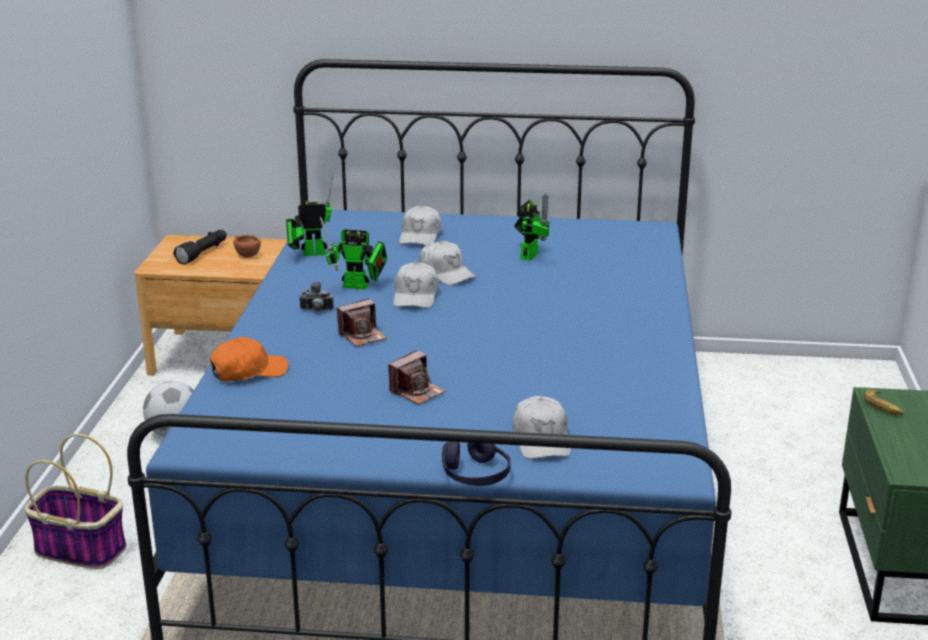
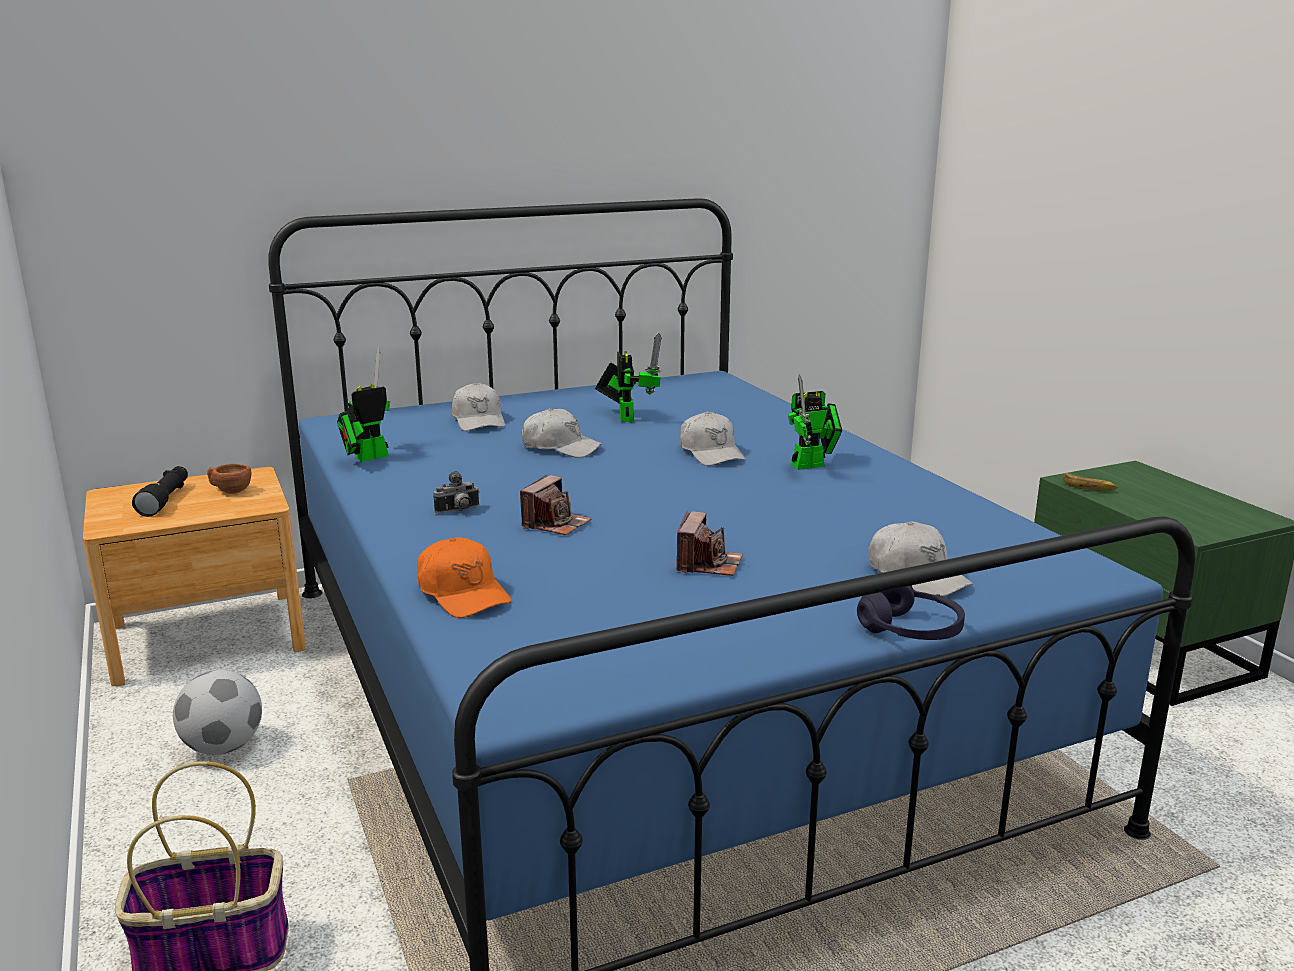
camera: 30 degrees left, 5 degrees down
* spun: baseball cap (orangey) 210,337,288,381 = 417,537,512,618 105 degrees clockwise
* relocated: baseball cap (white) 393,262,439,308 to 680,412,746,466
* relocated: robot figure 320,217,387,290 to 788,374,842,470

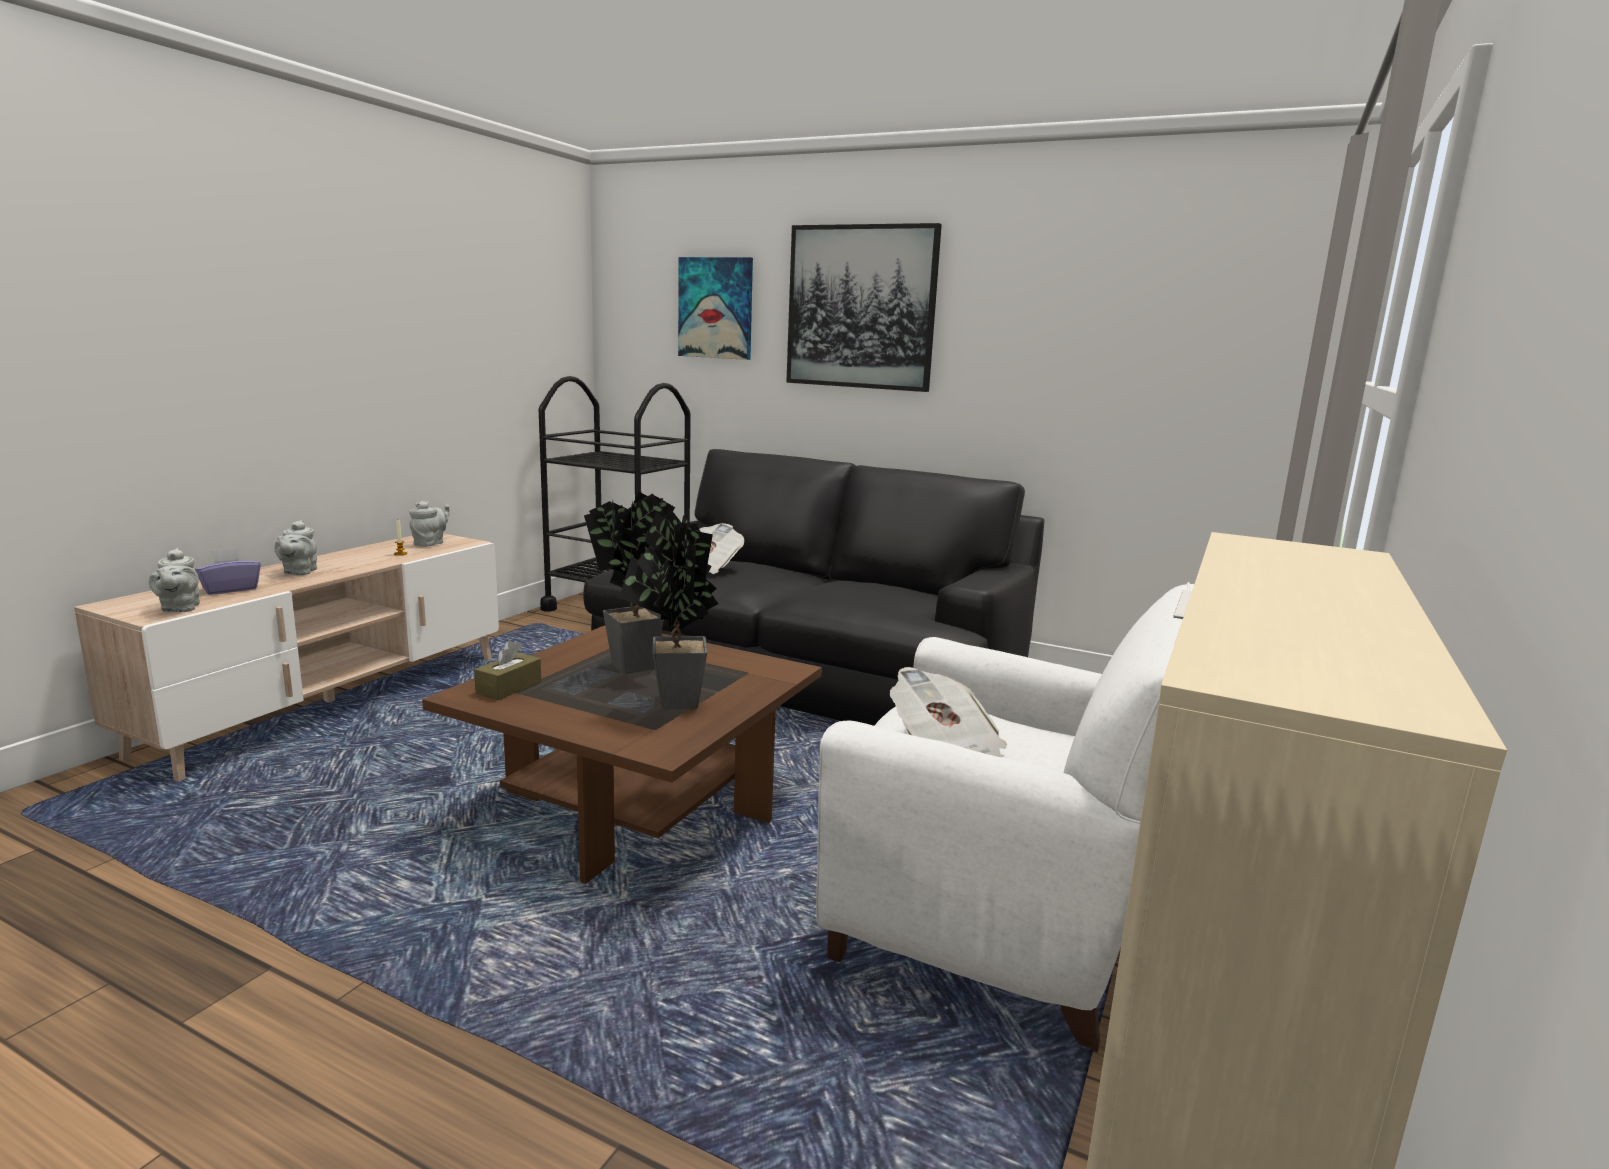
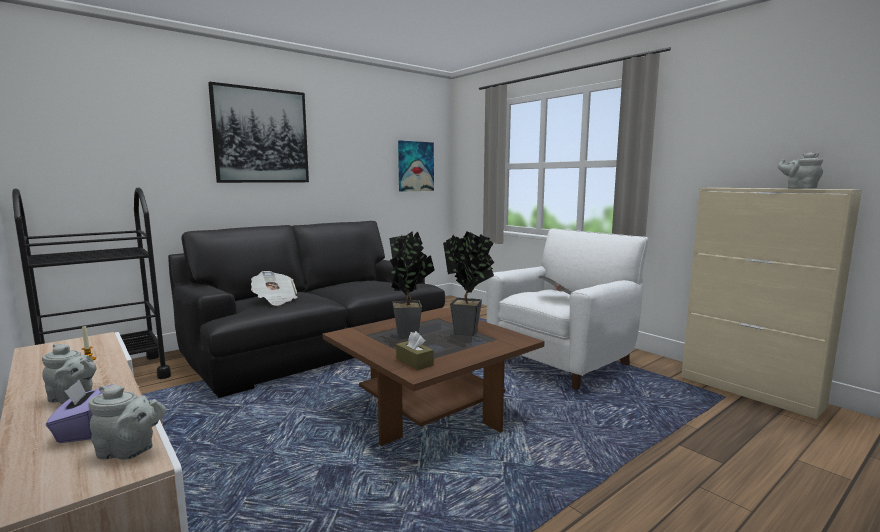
camera: 65 degrees left, 5 degrees down
* relocated: wall picture 678,257,753,360 to 398,140,434,191
* relocated: teapot (gray) 409,501,450,547 to 778,152,823,189

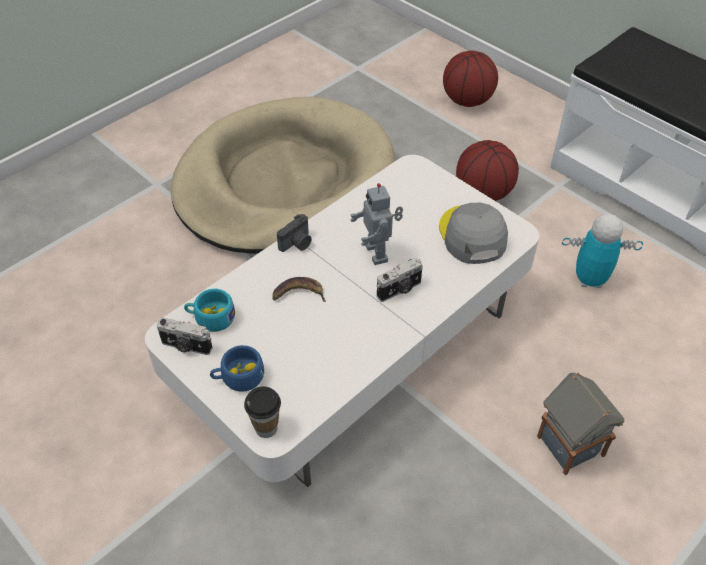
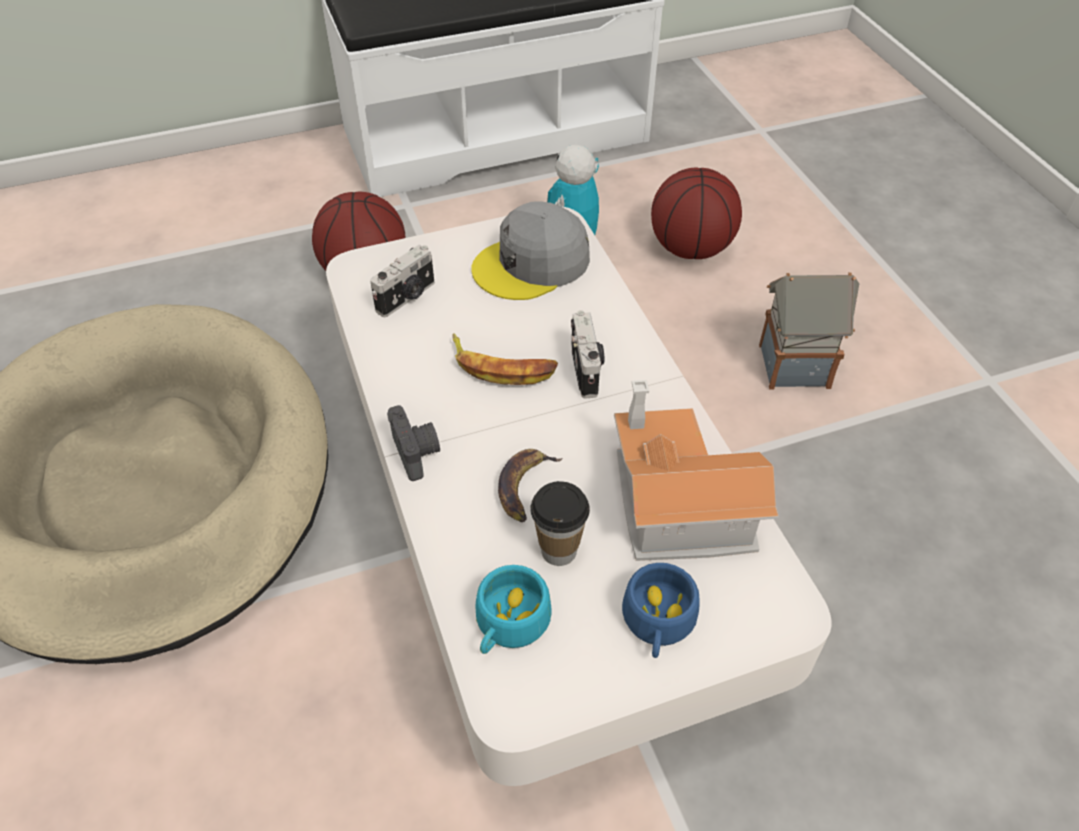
camera: 65 degrees left, 0 degrees up
* relocated: still camera 157,318,213,355 to 370,245,434,317
* exchanged: robot figure 351,183,403,265 to banana fruit 452,333,558,385
* spun: baseball cap (gray) 439,203,508,264 = 471,202,590,300 45 degrees counterclockwise
* relocated: drinking cup 244,386,281,438 to 530,481,590,566
* appeared: model house 614,380,779,561
* relocated: basketball ball 443,50,498,107 to 651,168,742,259

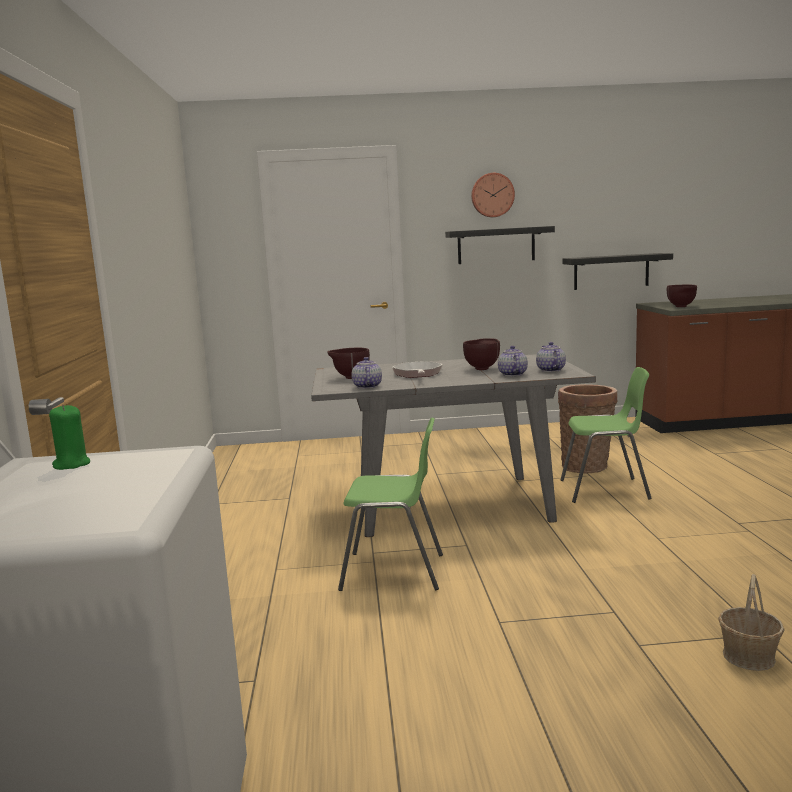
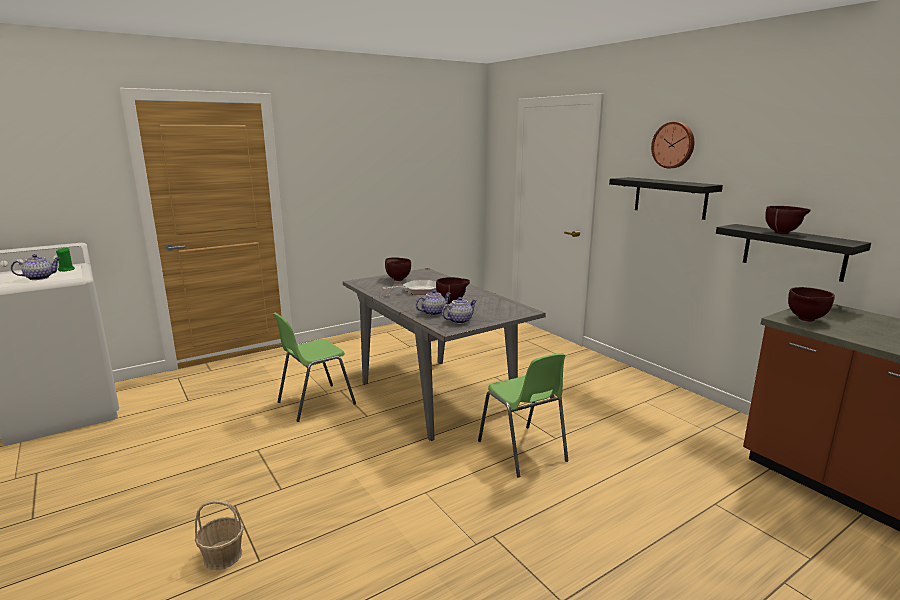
camera: 60 degrees right, 5 degrees up
* relocated: teapot 352,357,382,389 to 11,254,61,280
* spun: upright chair (greenish) 338,417,443,591 = 273,313,356,422 75 degrees clockwise
* appeared: deep dish (brown-coloured) 765,206,811,234
* missing: household basket 558,384,617,473

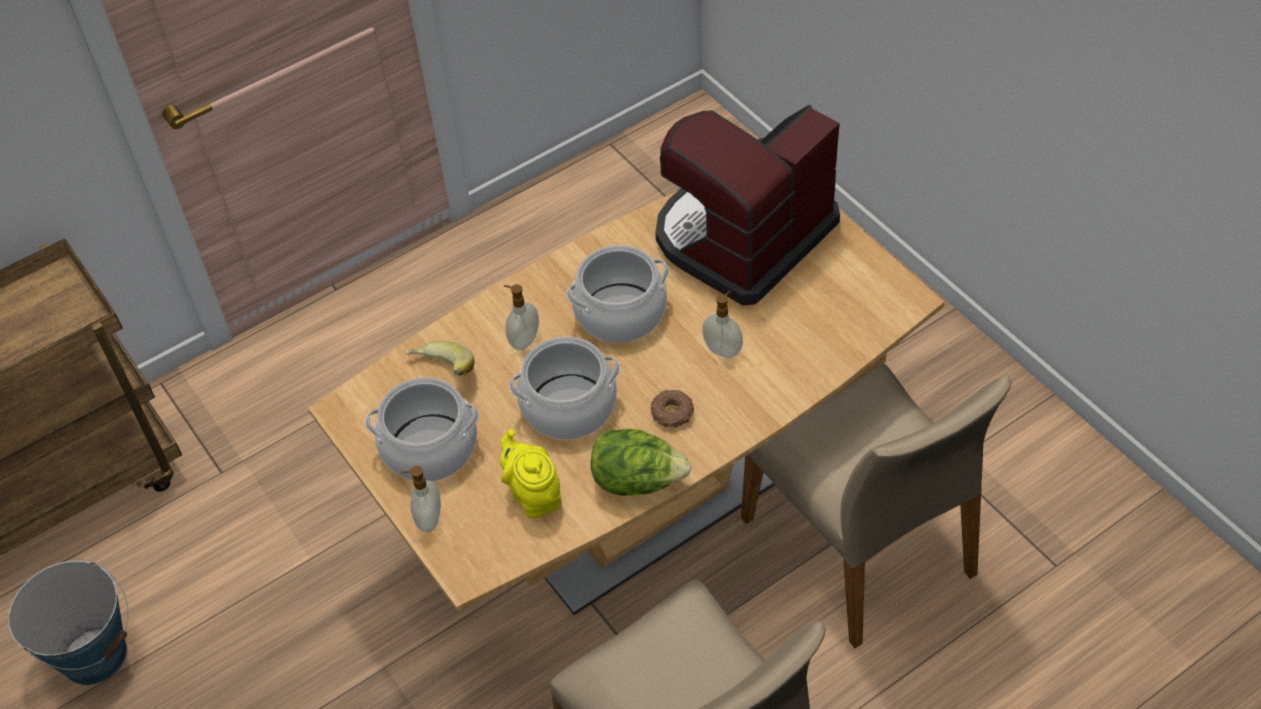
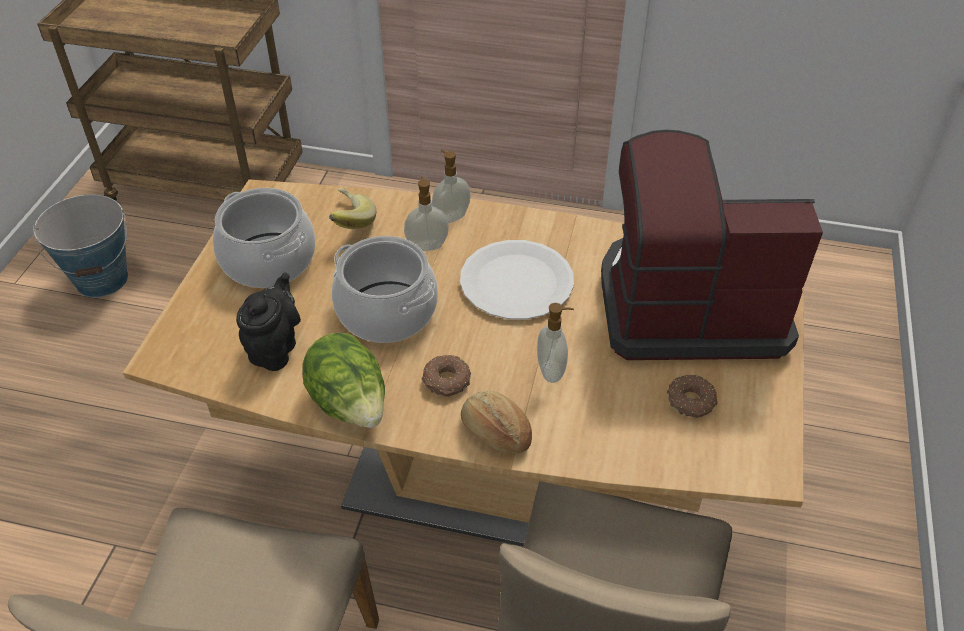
camera: 45 degrees right, 5 degrees down
* colour: teapot (yellow) 500,429,561,519 to teapot (black-coloured) 236,273,301,371
* relocated: liquid soap bottle 400,466,441,532 to 432,150,471,224
* exchanged: saucepot 566,245,669,343 to dinner plate (white) 460,240,574,320
* appeared: baked bread 461,391,532,453
* appeared: ring doughnut 667,374,718,418

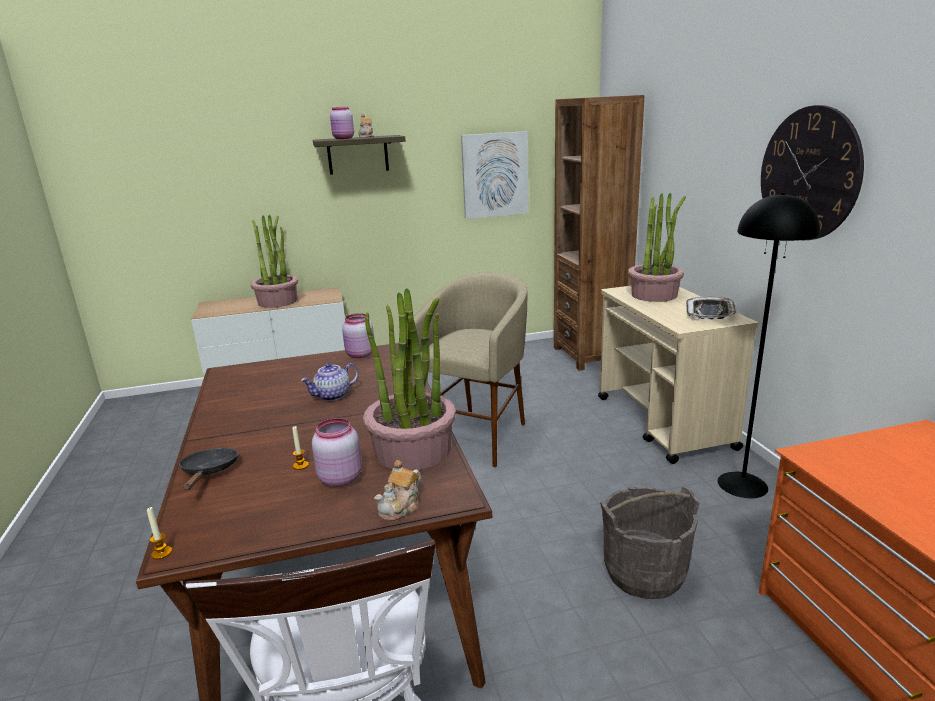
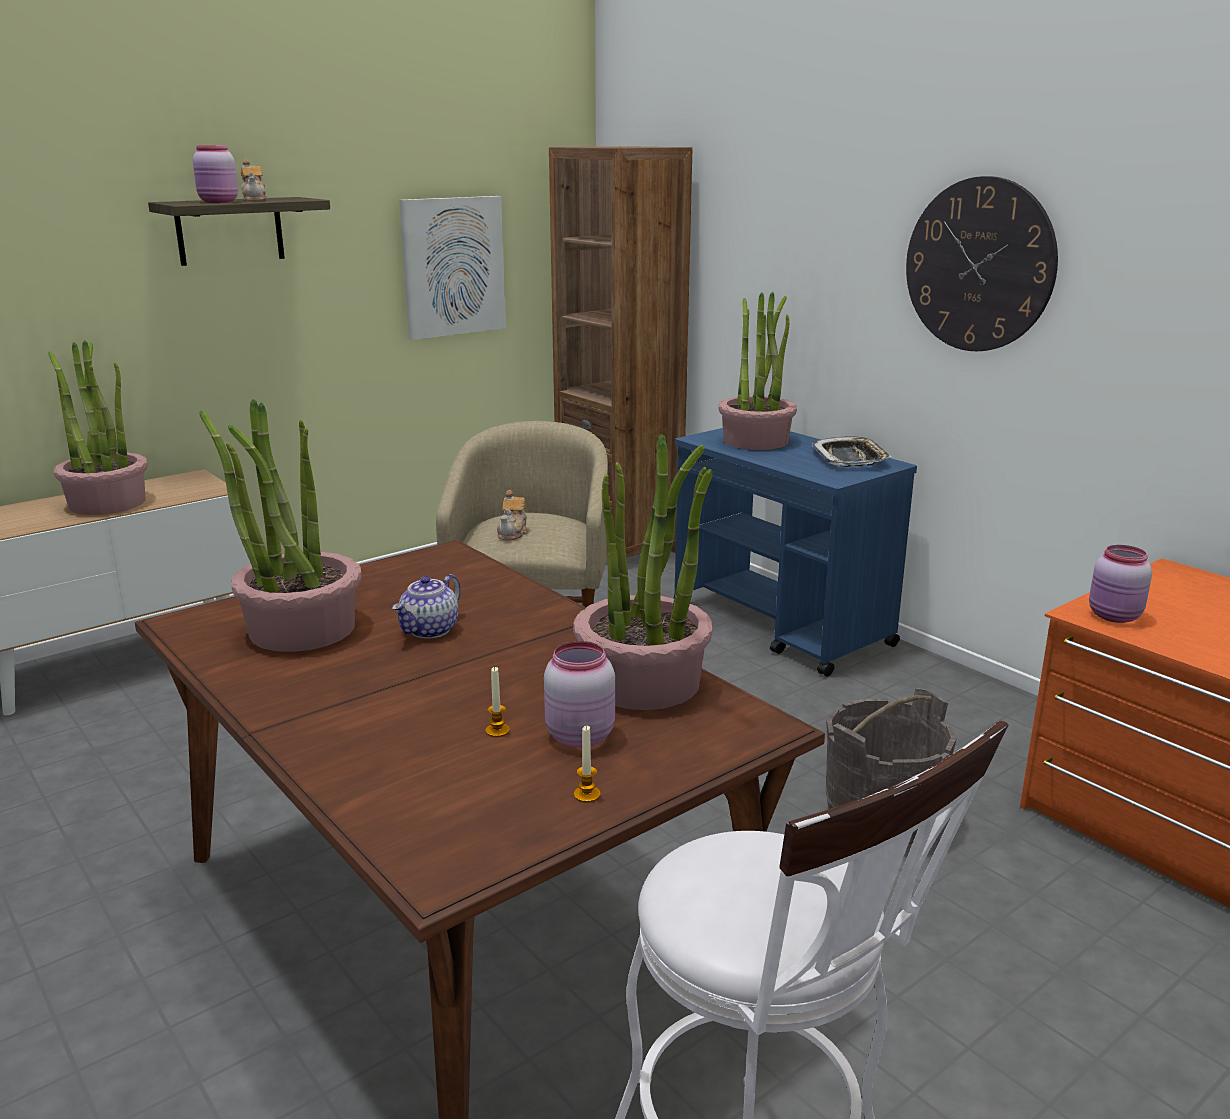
camera: 25 degrees left, 0 degrees up
* appeared: houseplant 199,399,362,652
* relocated: teapot 374,460,421,521 to 497,490,528,540
* relocated: wax light 147,507,172,559 to 574,726,601,803
* colour: cart (beige) 598,286,758,464 to cart (bluish) 673,428,917,677
* relocated: jar (pink-coloured) 342,313,374,358 to 1089,545,1152,623
* missing: pan (black-coloured) 179,448,238,490
* missing: standard lamp (black-coloured) 718,192,820,498

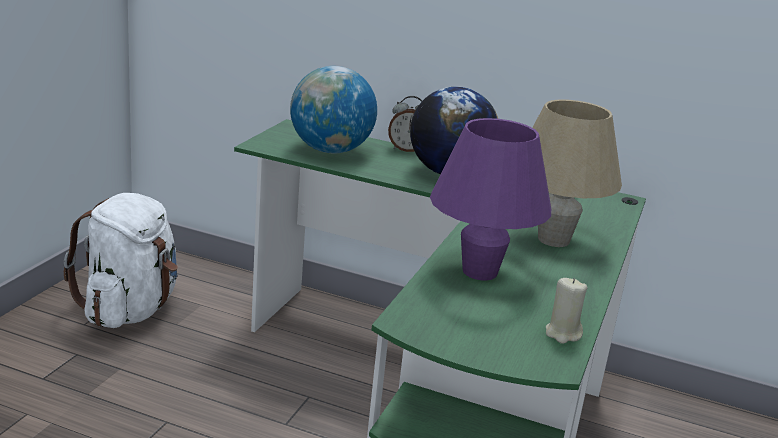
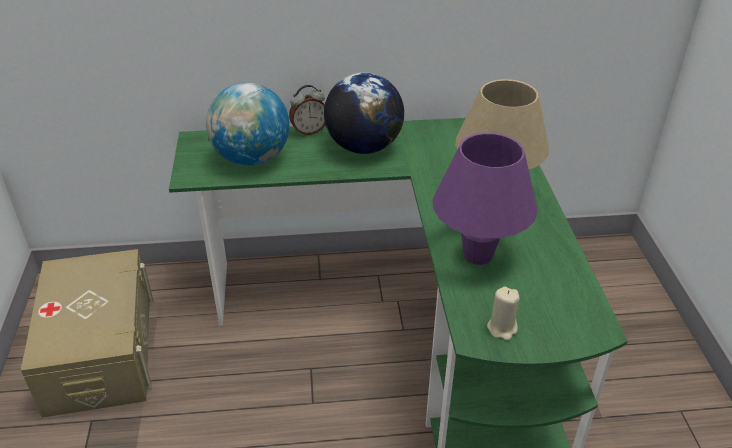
camera: 25 degrees left, 15 degrees up
* exchanged: rucksack (white) 63,193,178,328 to storage container (beige) 21,249,153,418
* relocated: wax light (beige) 546,278,587,344 to 487,286,519,341

